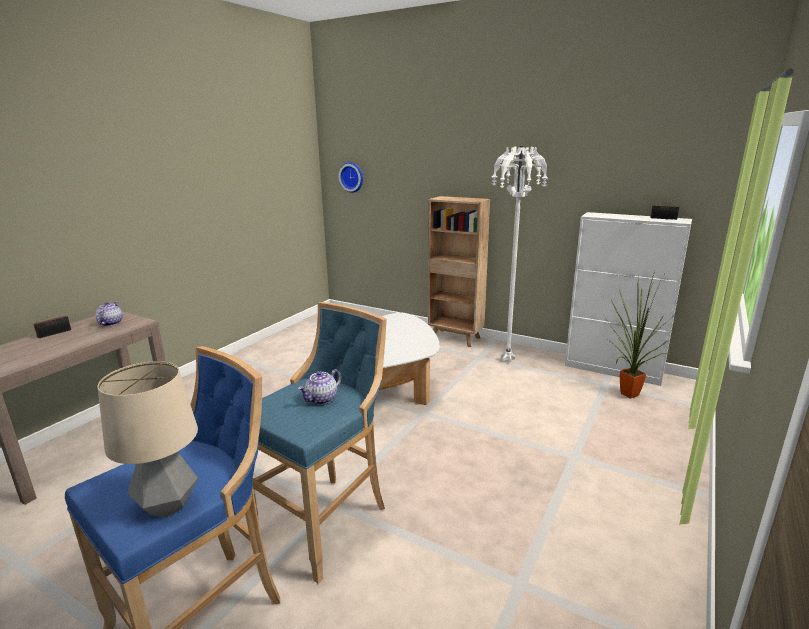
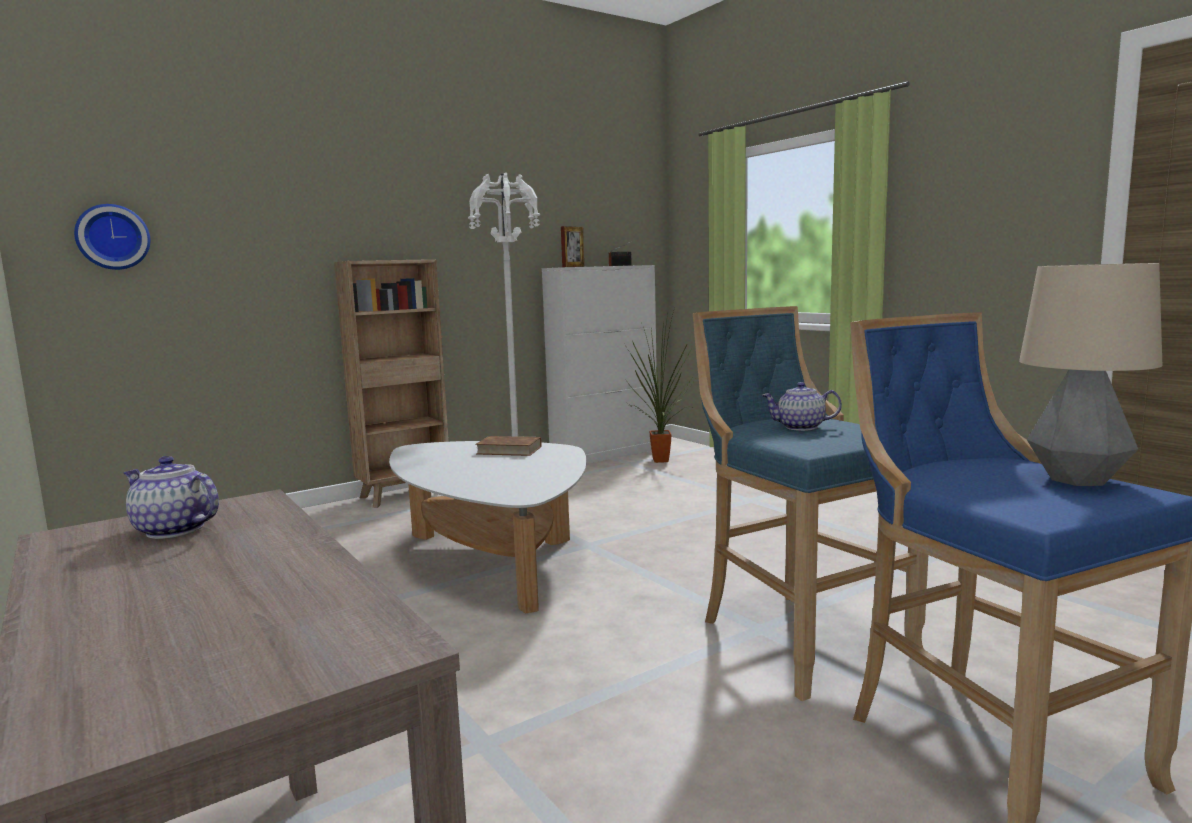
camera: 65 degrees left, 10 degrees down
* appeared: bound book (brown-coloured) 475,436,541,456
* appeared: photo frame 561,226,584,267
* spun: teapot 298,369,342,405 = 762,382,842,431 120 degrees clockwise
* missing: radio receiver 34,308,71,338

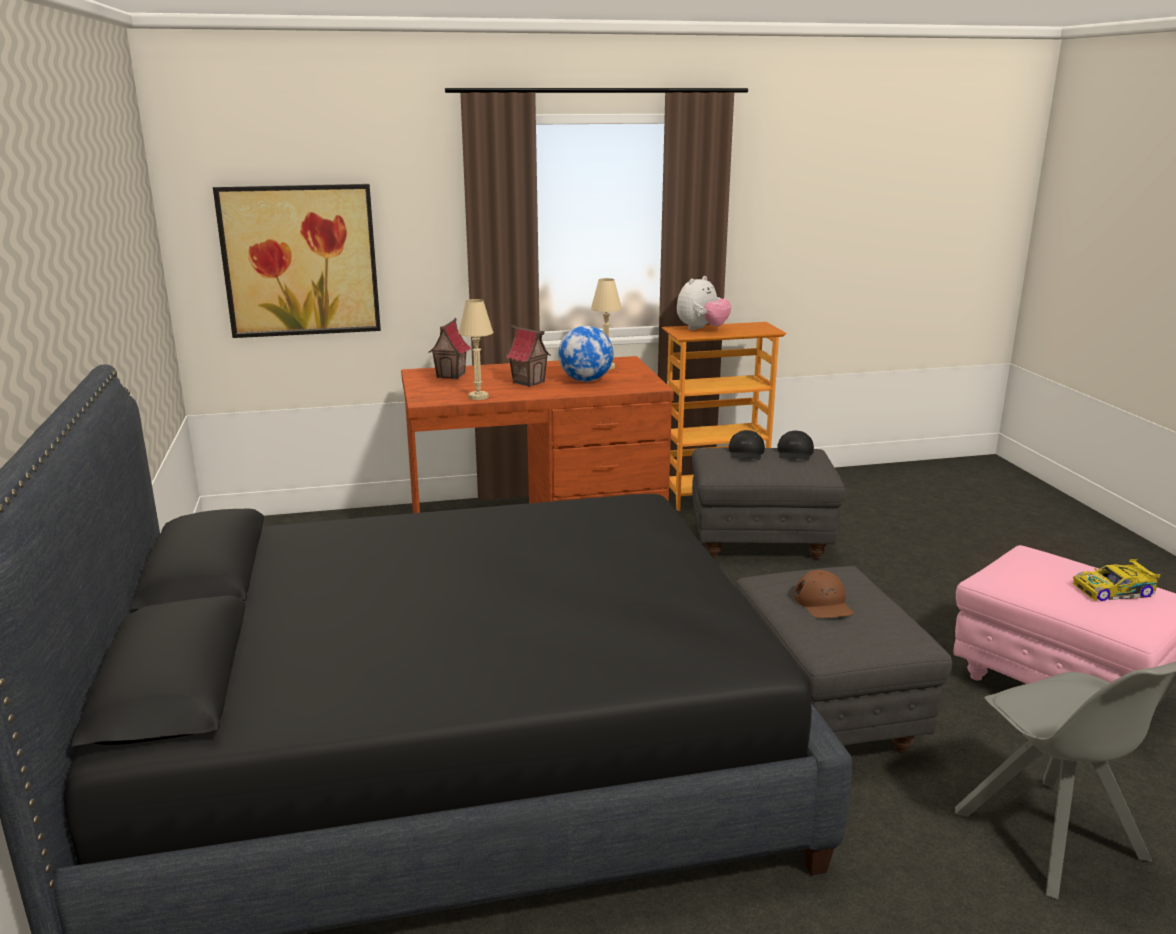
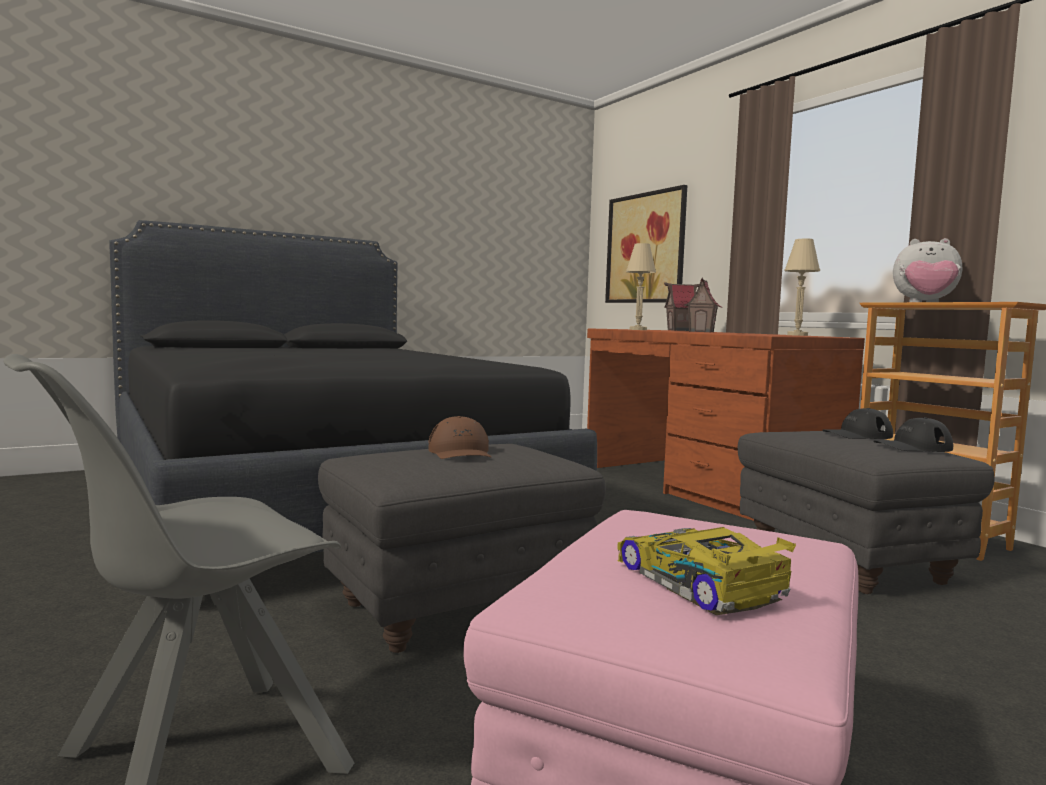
camera: 70 degrees right, 15 degrees down
* spun: baseball cap (brown-coloured) 794,570,853,618 = 428,416,491,459 75 degrees counterclockwise
* missing: world globe 558,326,613,382

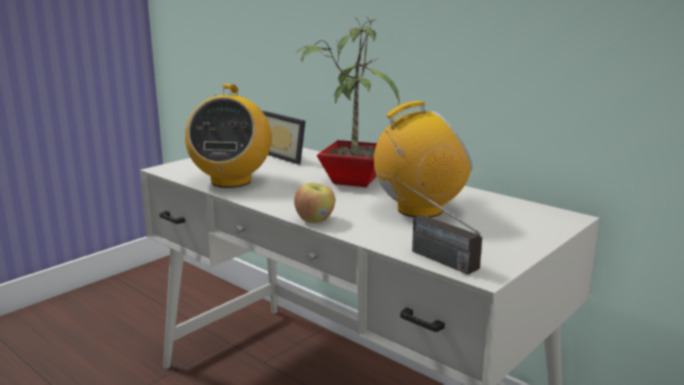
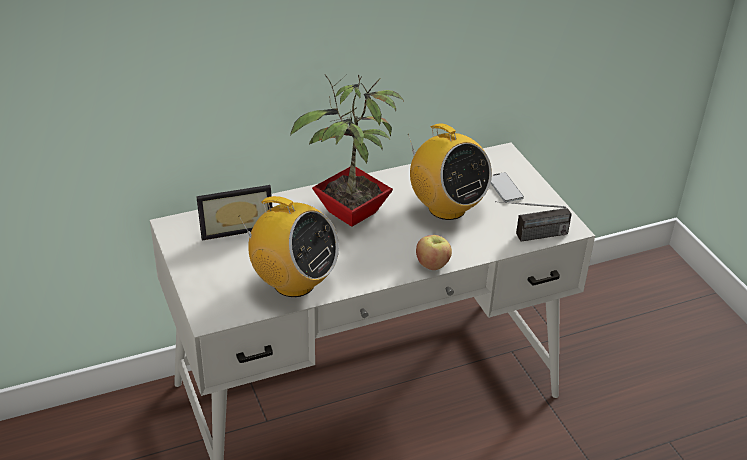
camera: 65 degrees left, 20 degrees up
* spun: radio receiver 374,101,472,218 = 407,123,492,220 135 degrees clockwise
* appeared: handset 490,172,524,202

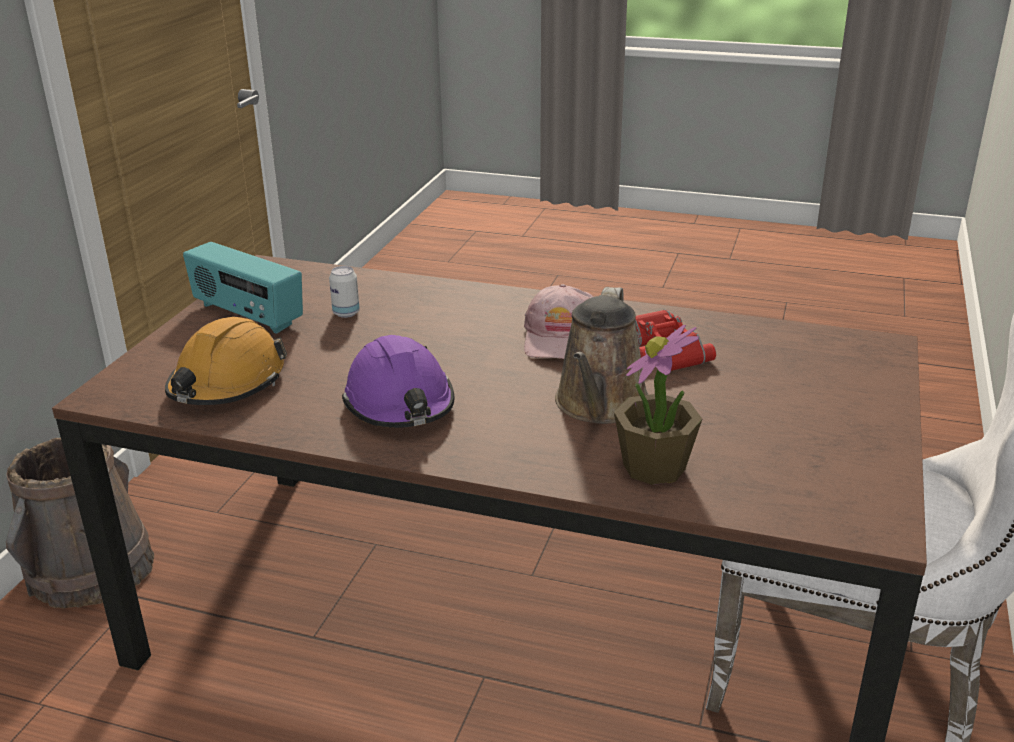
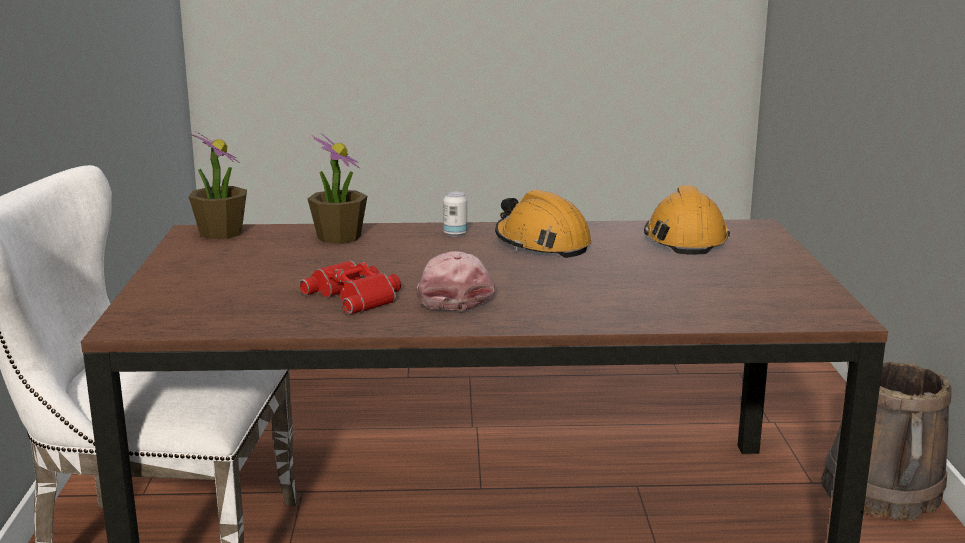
camera: 160 degrees right, 10 degrees down
* appeared: houseplant 189,131,247,239
* relocated: can 329,266,360,318 to 443,191,467,237
* colour: safety helmet (purplish) 342,335,454,428 to safety helmet (orangey) 495,190,592,258
* missing: radio receiver 183,242,303,334
* missing: watering can (brown-coloured) 555,287,649,424

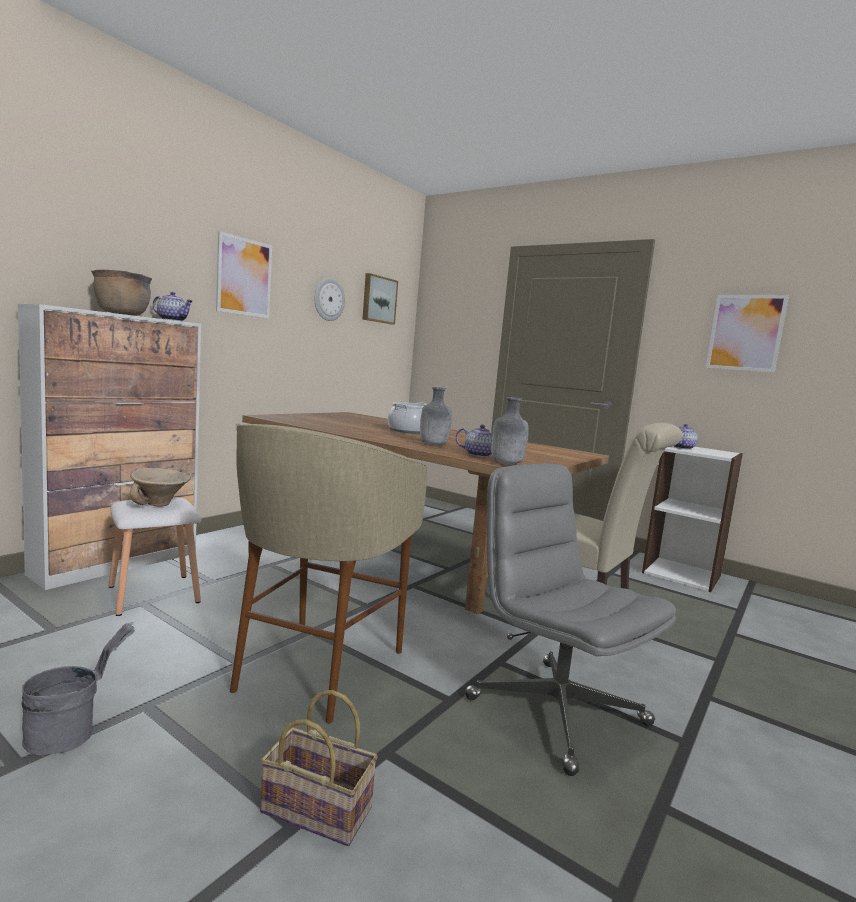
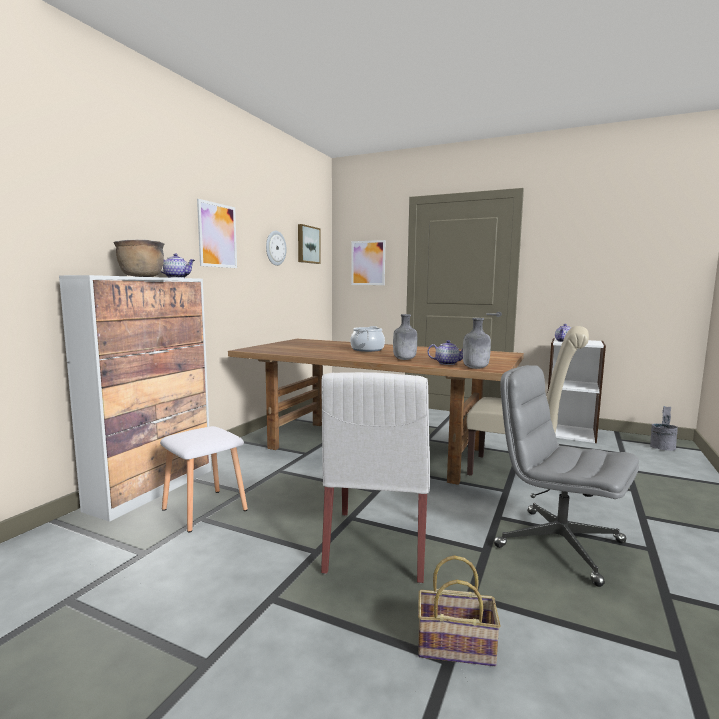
camera: 10 degrees left, 0 degrees up
* exchanged: stool (beige) 230,424,427,724 to upright chair (white) 321,372,430,584
* relocated: wall picture 706,295,789,373 to 351,240,385,285
* relocated: bucket (gray) 21,622,135,756 to 650,406,678,451
* missing: deep dish (beige) 130,468,191,506

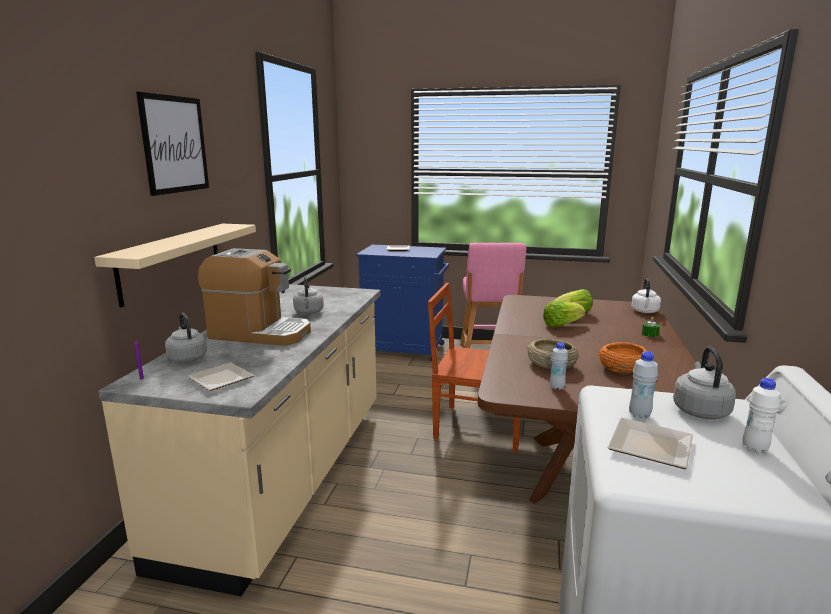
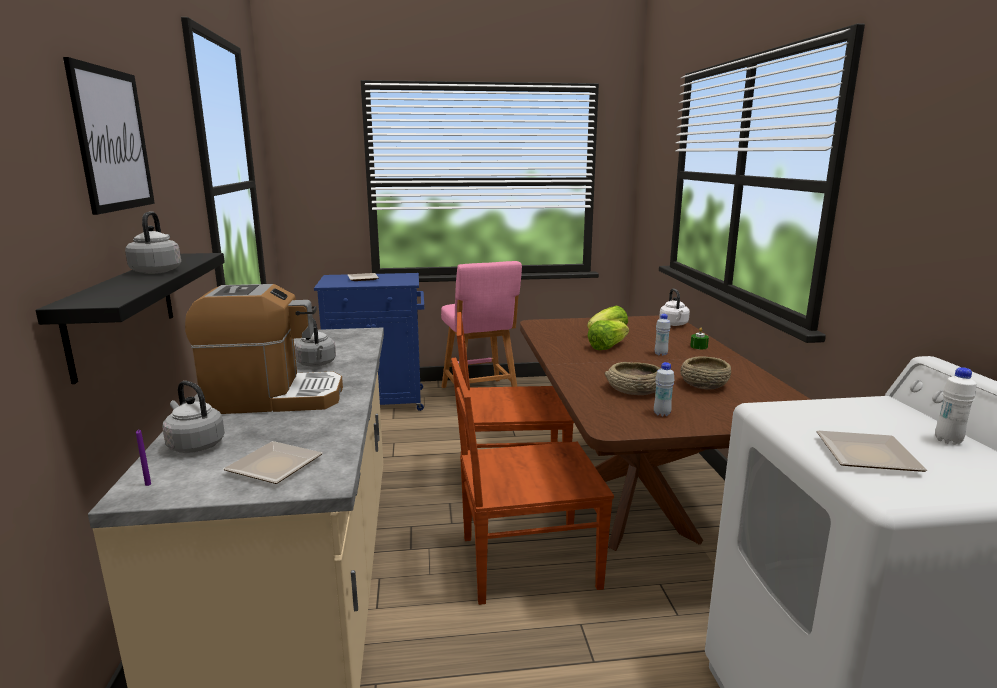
camera: 20 degrees left, 0 degrees up
* colour: wall shelf (beige) 94,224,256,307 to wall shelf (black-coloured) 36,253,225,384
* relocated: tea kettle (gray) 673,347,736,419 to 125,212,181,274
* appeared: upright chair (brown-coloured) 451,358,614,605
* relocated: drink bottle (white) 629,351,658,419 to 655,314,671,356
* colour: deep dish (orangey) 599,342,647,374 to deep dish (beige) 680,356,731,390

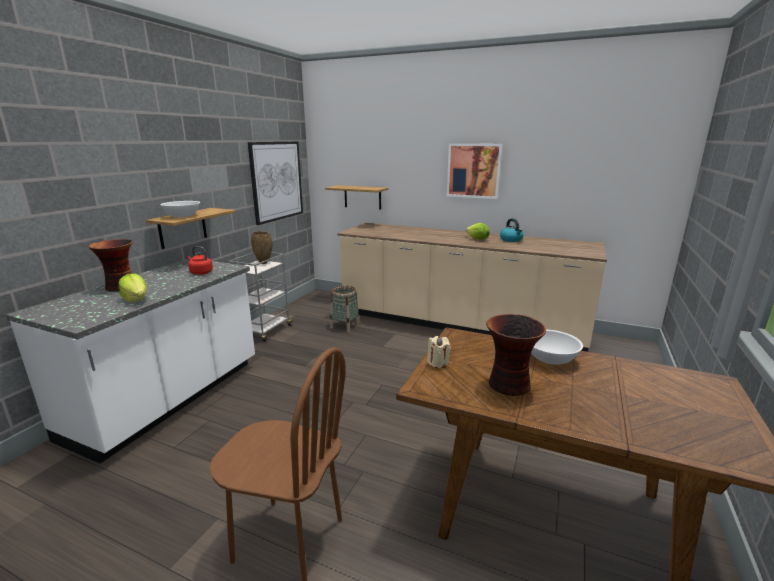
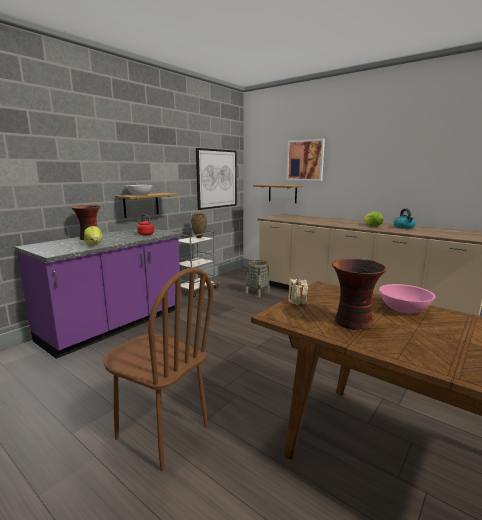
camera: 15 degrees right, 5 degrees down
* colour: kitchen base unit (white) 6,259,255,463 to kitchen base unit (purplish) 15,228,181,359
* relocated: wall picture 446,143,503,199 to 287,139,325,181
* colour: deep dish (white) 531,330,583,365 to deep dish (pink-coloured) 379,284,436,313

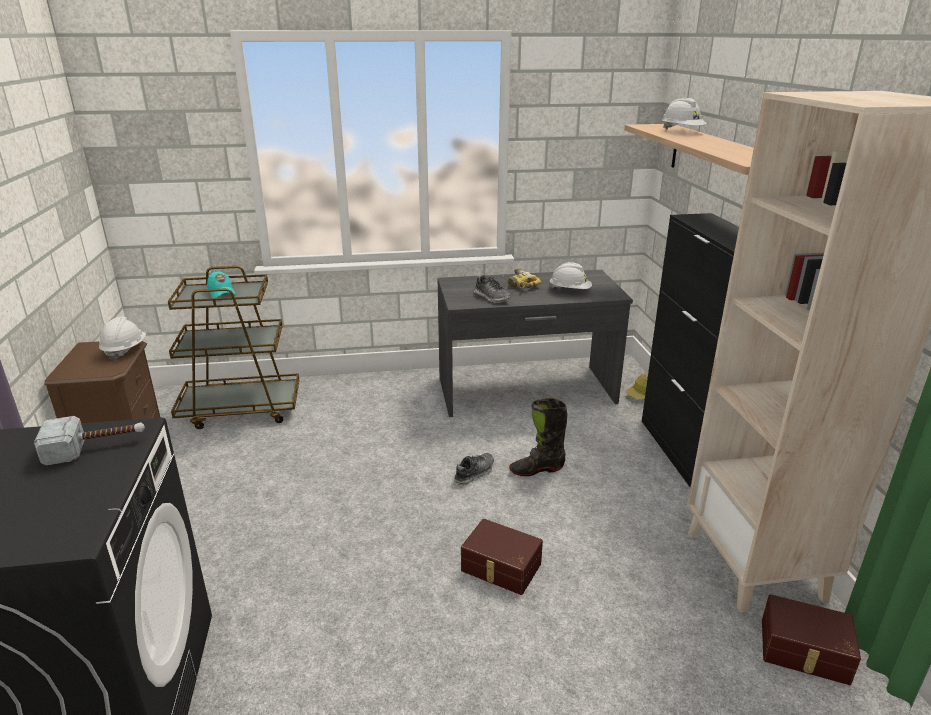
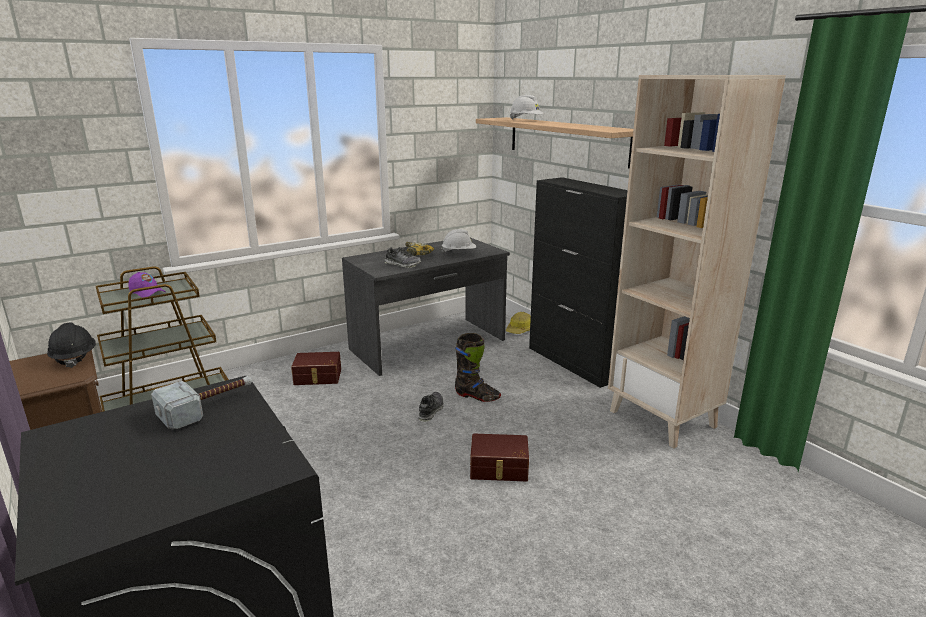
camera: 25 degrees left, 5 degrees down
* colour: safety helmet (white) 99,316,146,361 to safety helmet (black-coloured) 47,322,96,368
* colour: baseball cap (blue-green) 207,271,236,298 to baseball cap (purplish) 128,272,166,298
* relocated: storage container (brown-coloured) 762,595,861,685 to 291,352,341,385
* spun: boot (black-coloured) 509,398,567,476 = 455,333,501,402 120 degrees counterclockwise

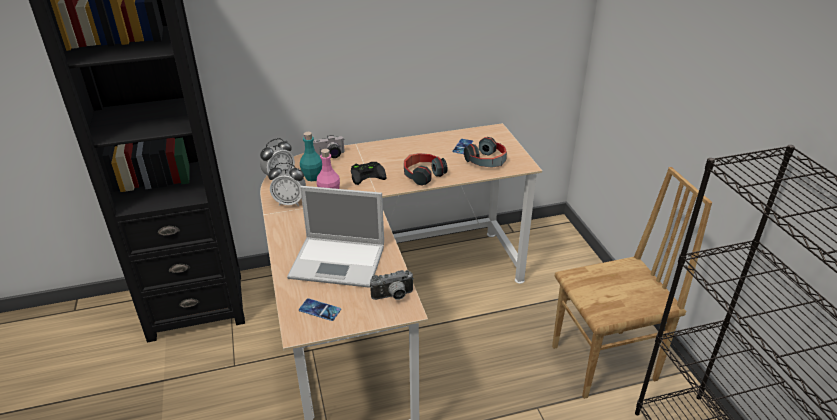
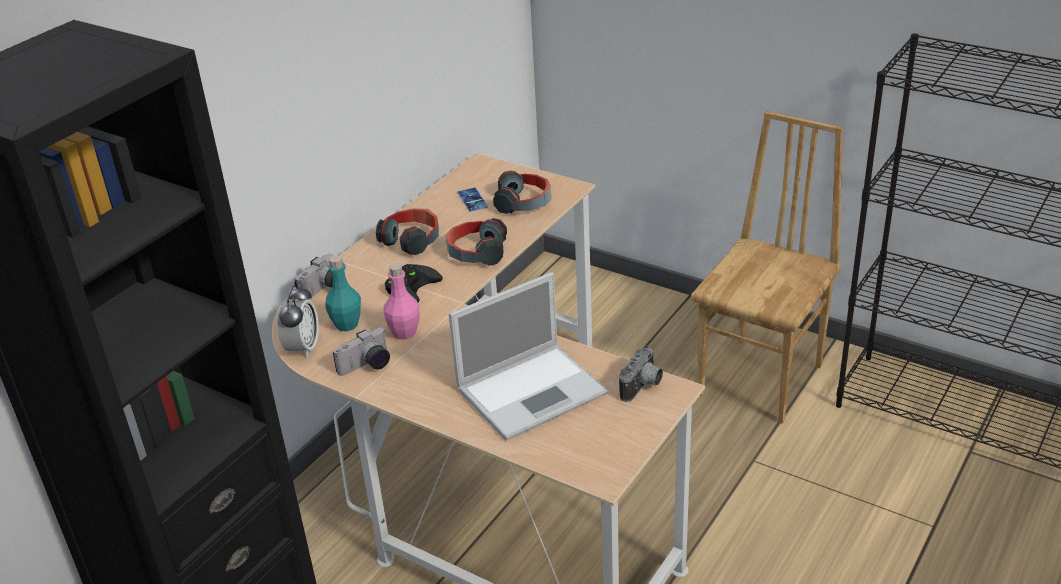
camera: 40 degrees left, 0 degrees up
* exchanged: bedside clock 268,162,306,206 to still camera 333,328,390,376
* appeared: headset 376,208,439,255
* missing: handset 299,298,341,321

